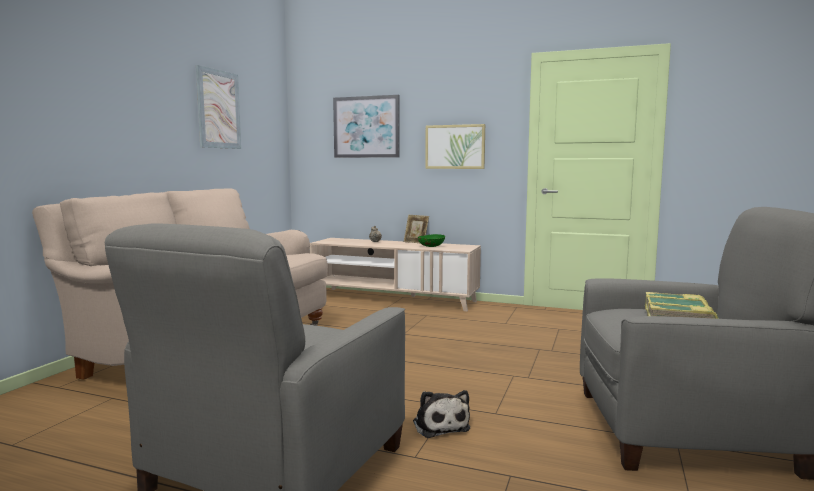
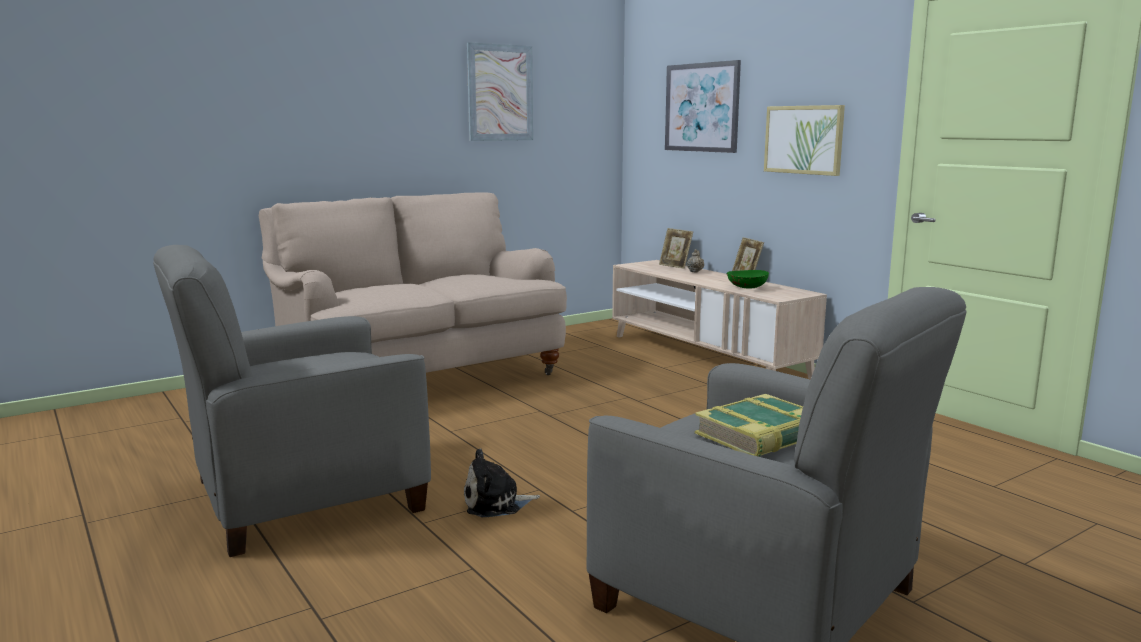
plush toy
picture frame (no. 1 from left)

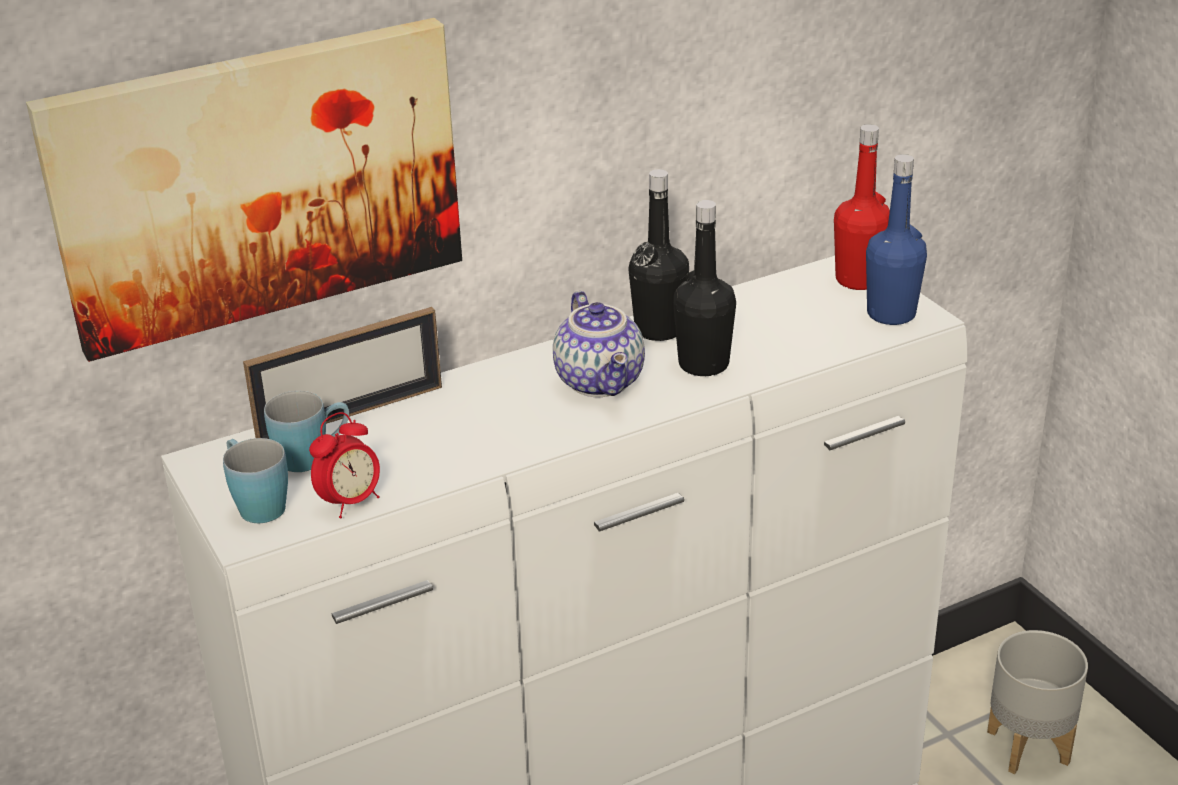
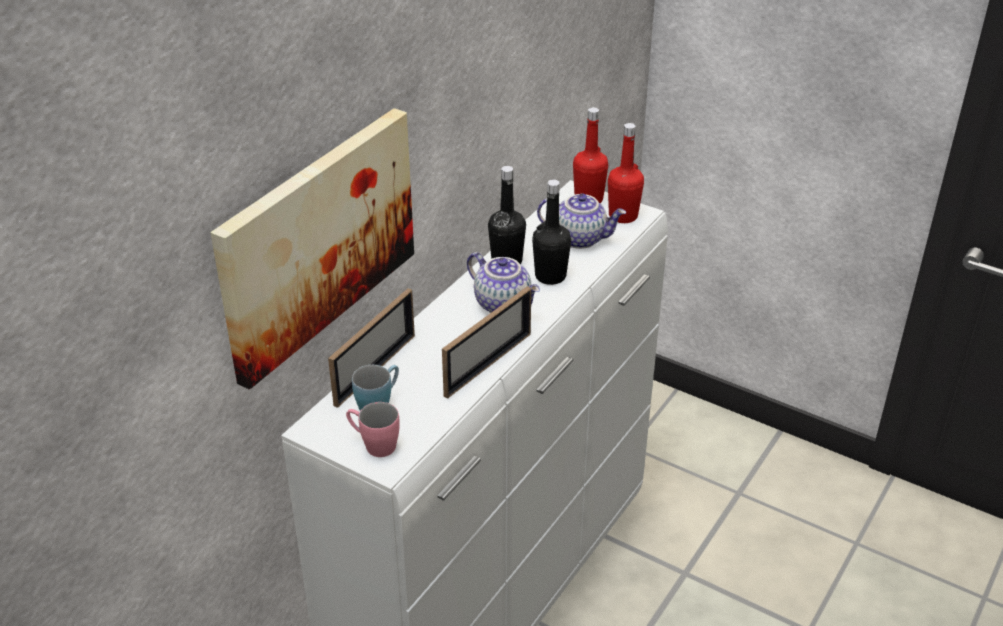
pink mug
picture frame (no. 2 from left)
teapot (no. 2 from left)
red bottle (no. 2 from left)
alarm clock
grey planter

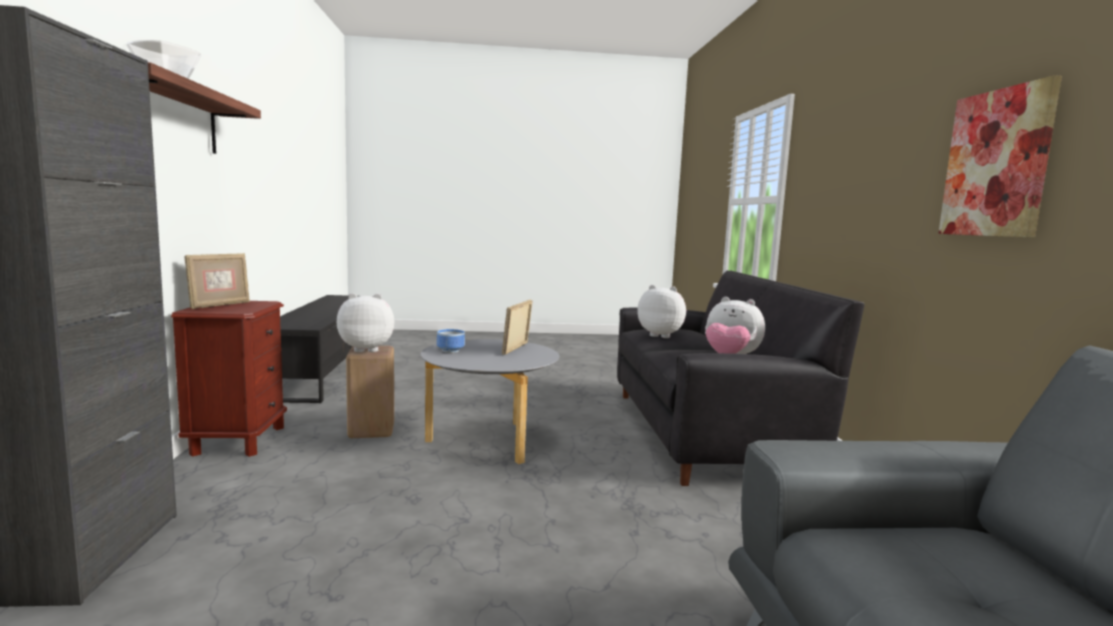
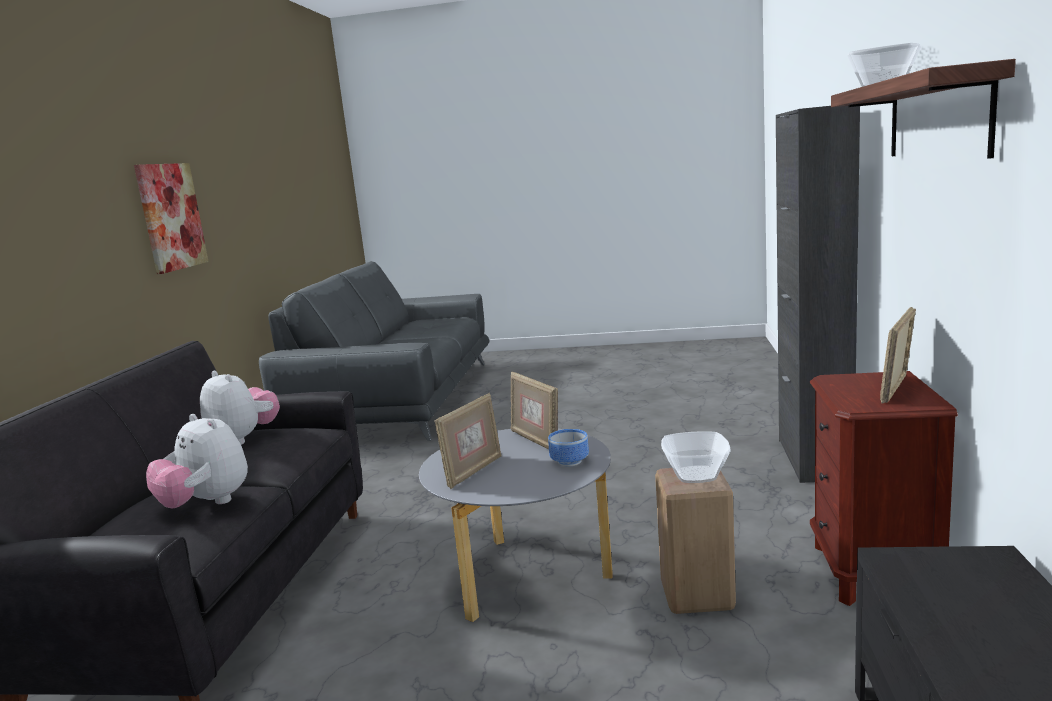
picture frame (no. 2 from left)
bowl (no. 2 from left)

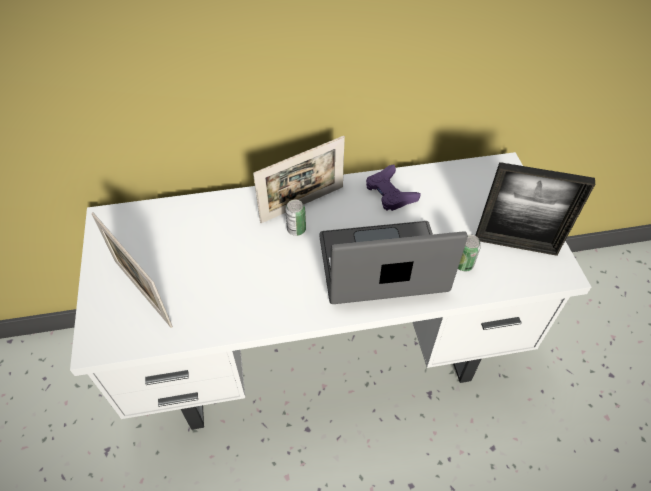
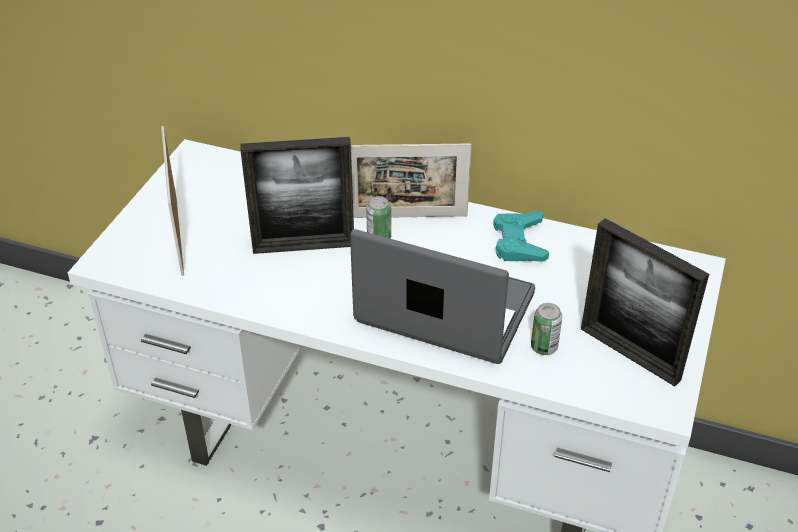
picture frame (no. 2 from left)
turquoise game controller

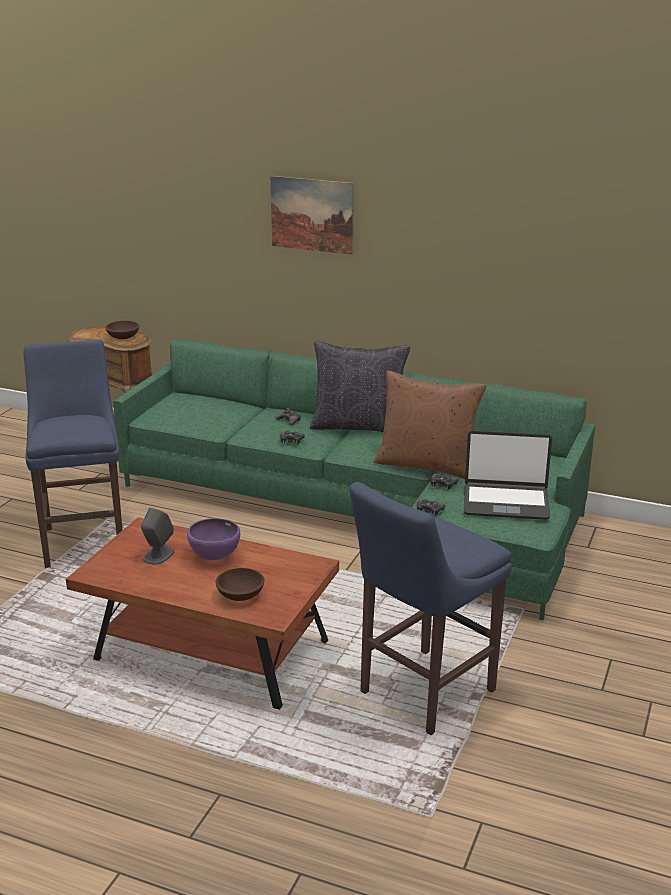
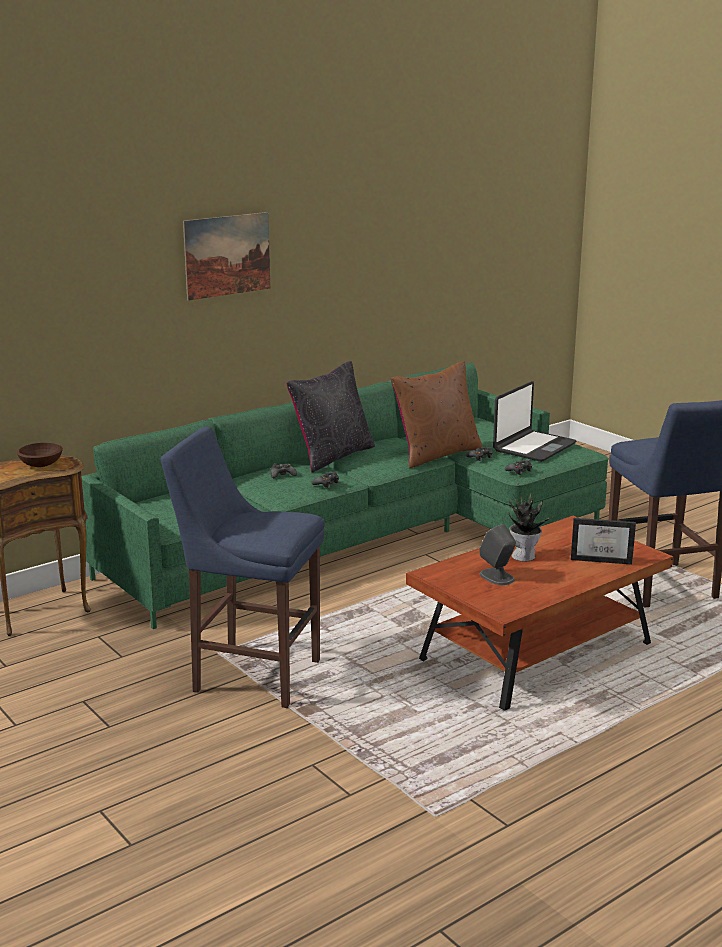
potted plant
picture frame

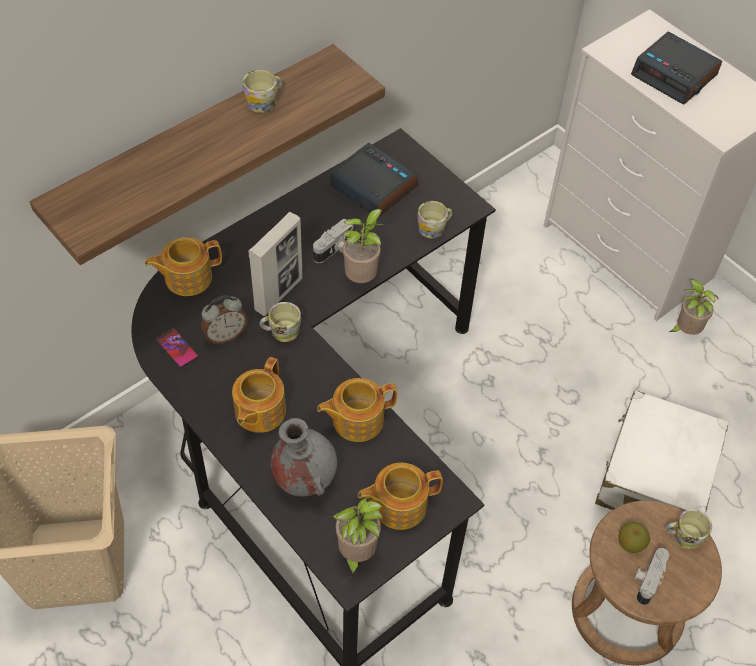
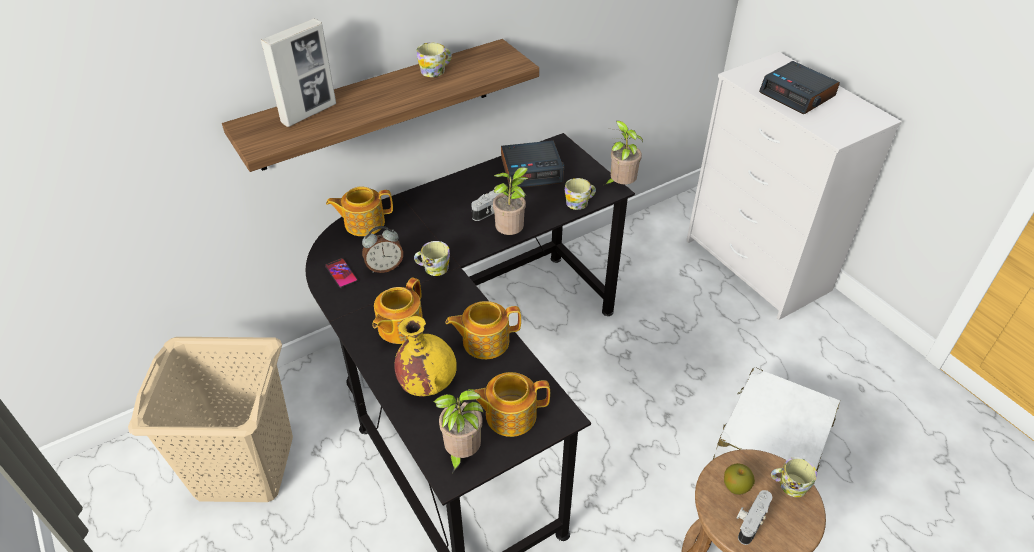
picture frame
yellow vase
alarm clock (no. 2 from left)
potted plant (no. 3 from left)

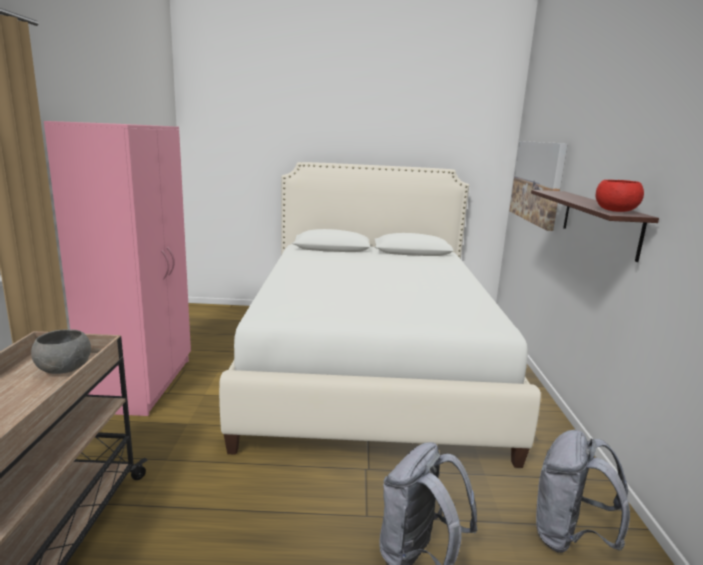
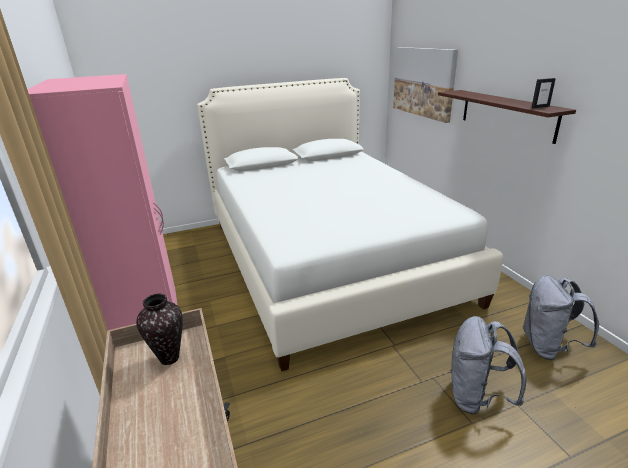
vase
picture frame

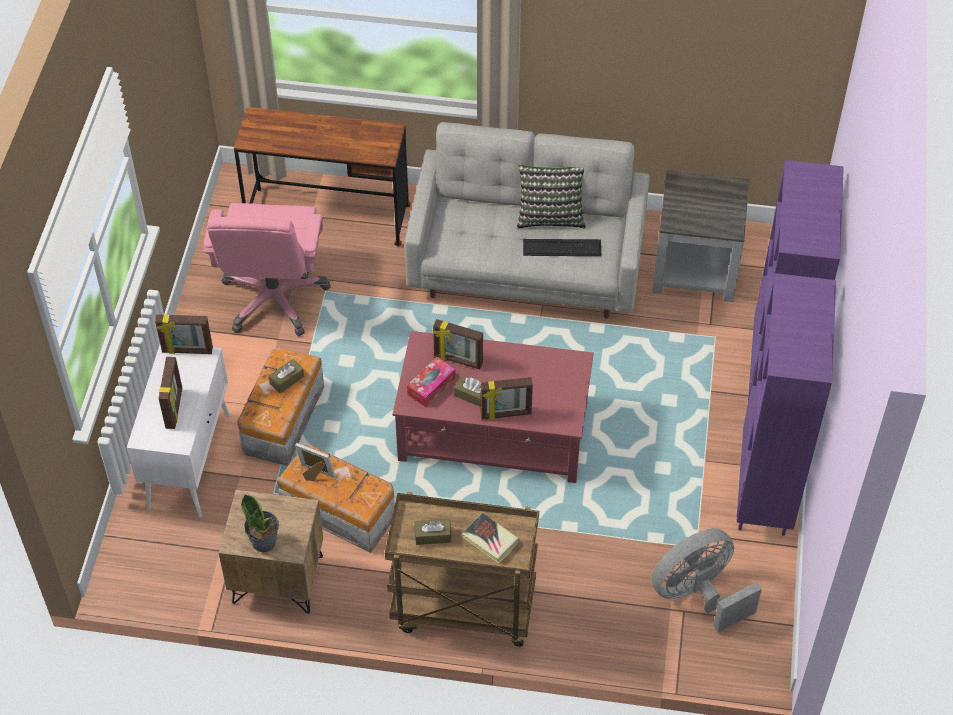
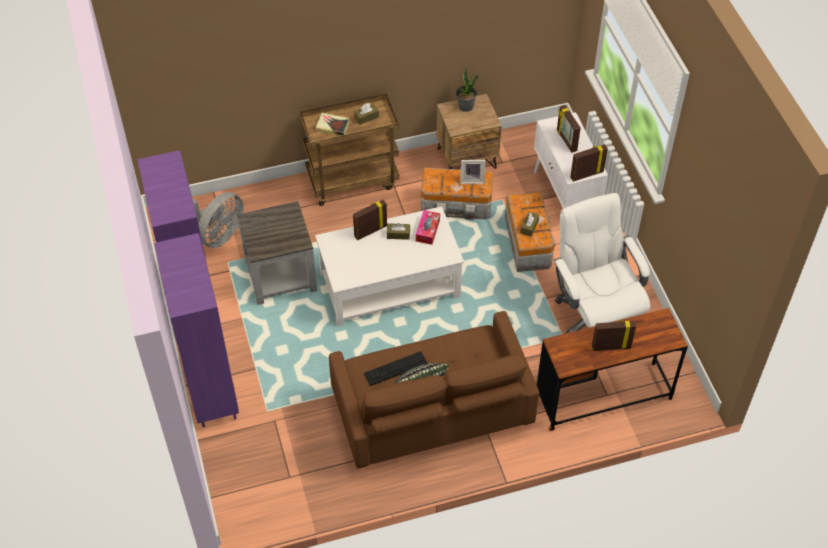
grey side table
white coffee table
brown sofa
white office chair
picture frame (no. 5 from left)

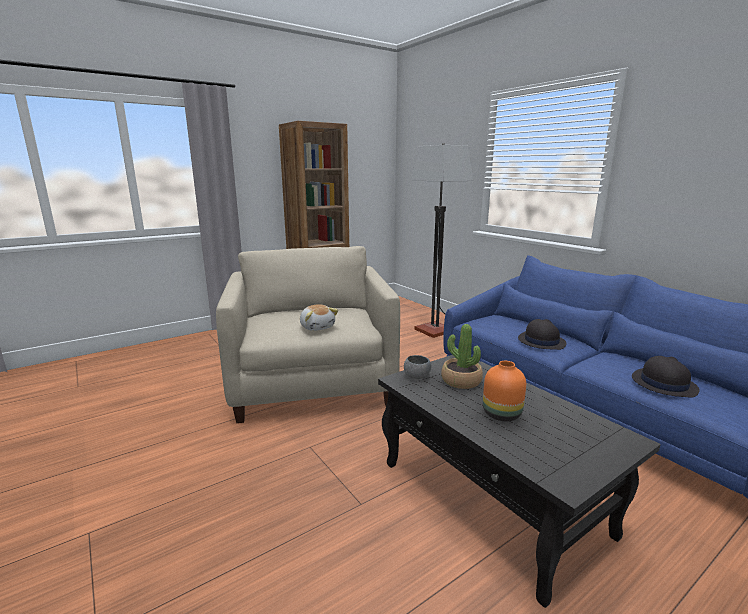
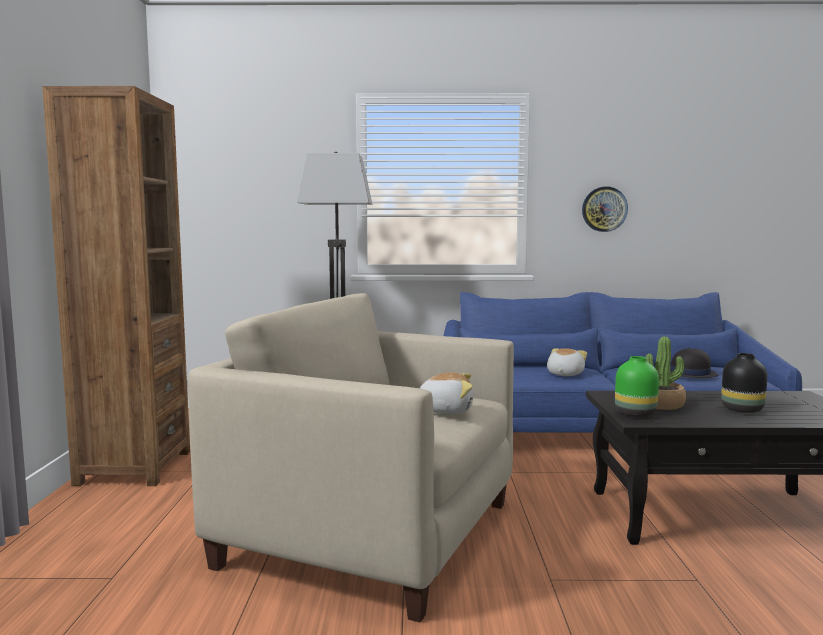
plush toy (no. 2 from left)
wall clock
green vase
black vase

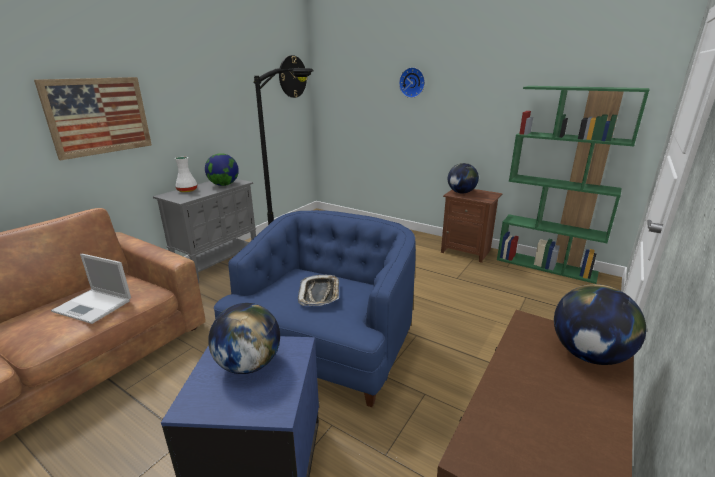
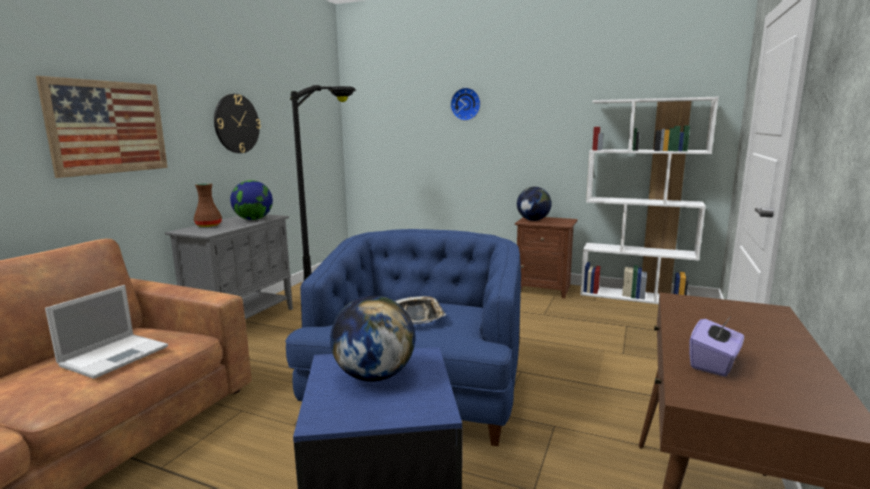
laptop
brown vase
wall clock (no. 1 from left)
white bookcase
purple tissue box
globe (no. 4 from left in the first image)

